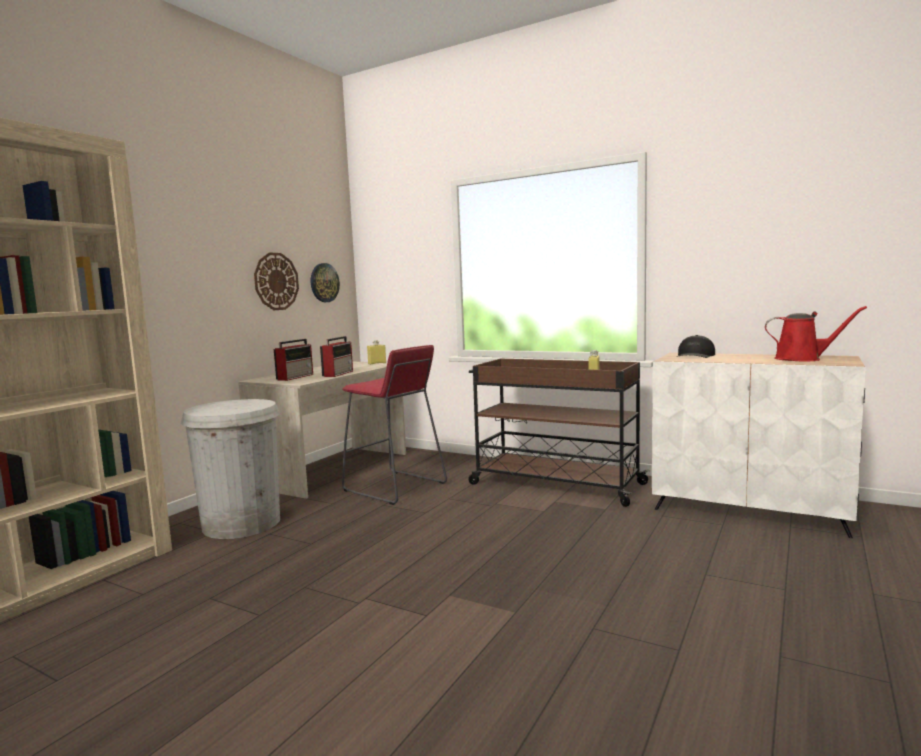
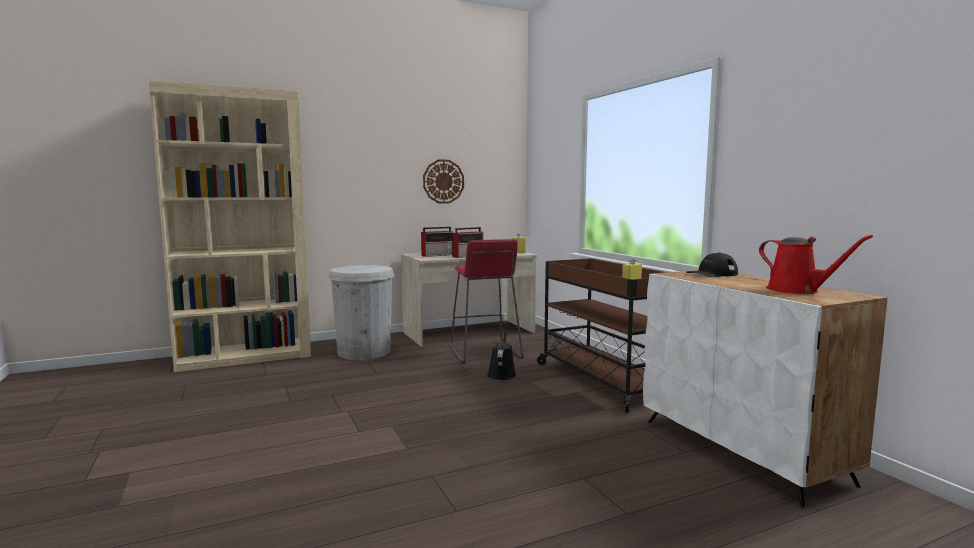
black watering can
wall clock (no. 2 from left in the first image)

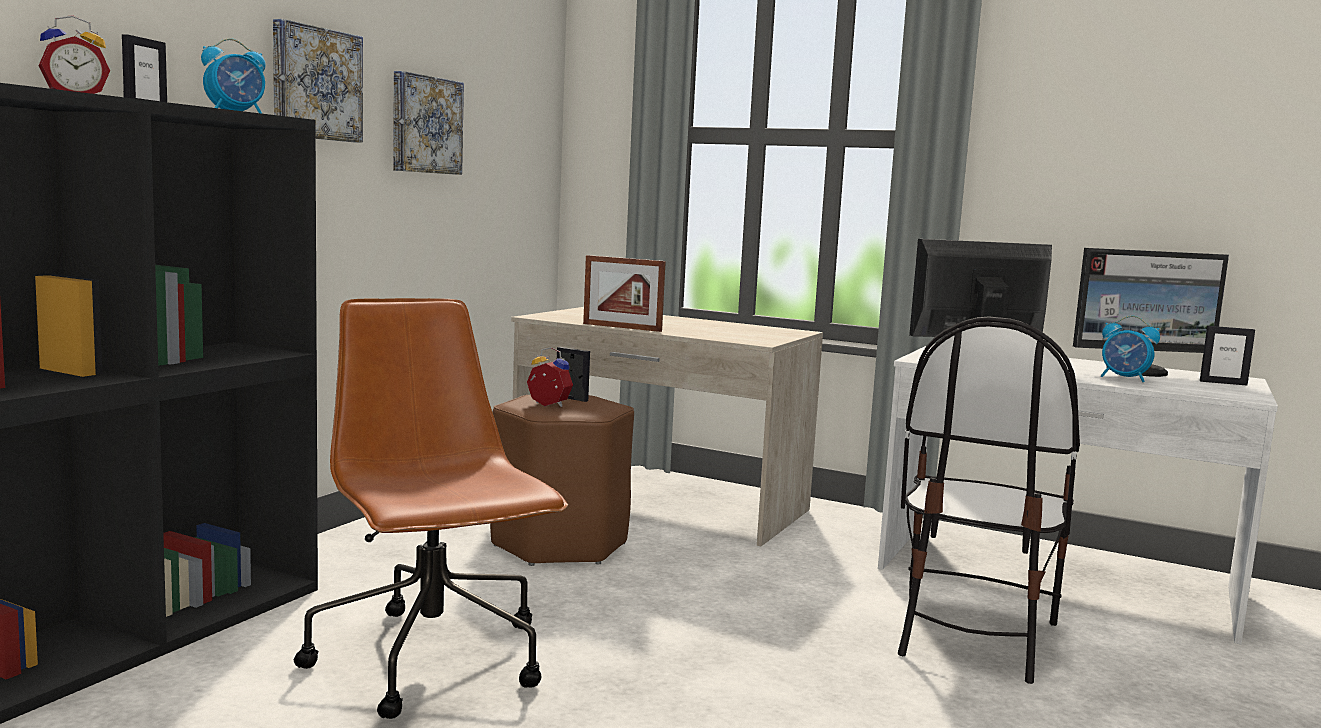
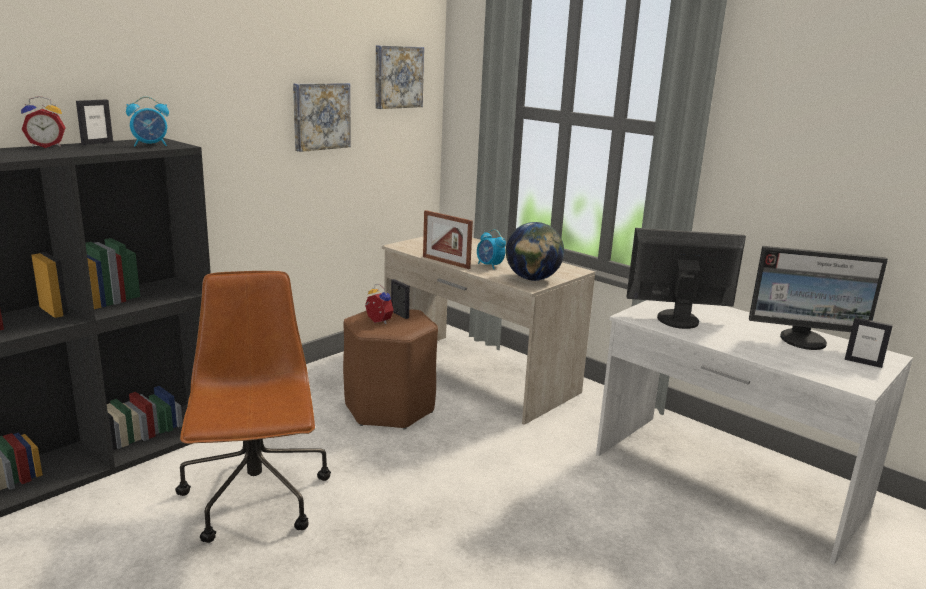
picture (no. 2 from left)
alarm clock (no. 4 from left)
globe
chair

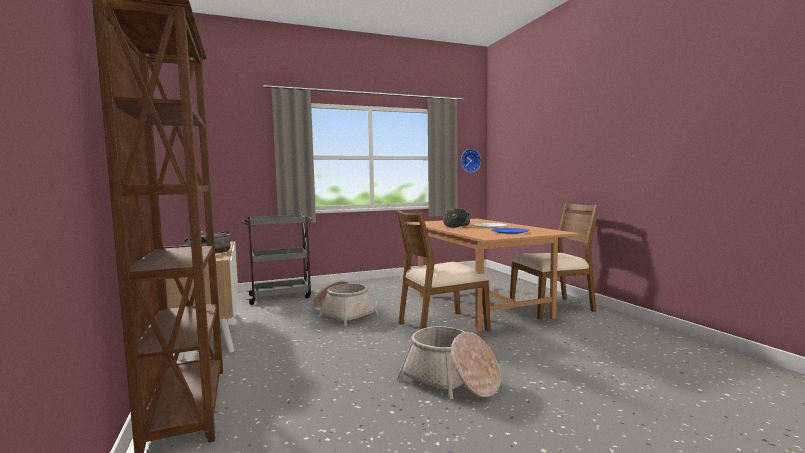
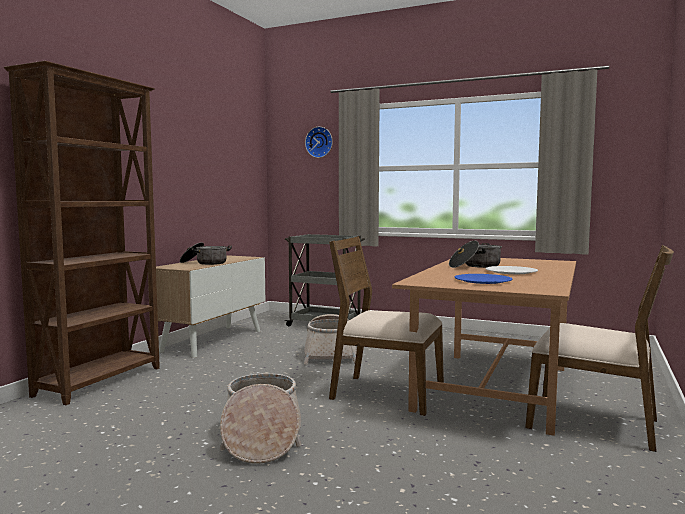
wall clock

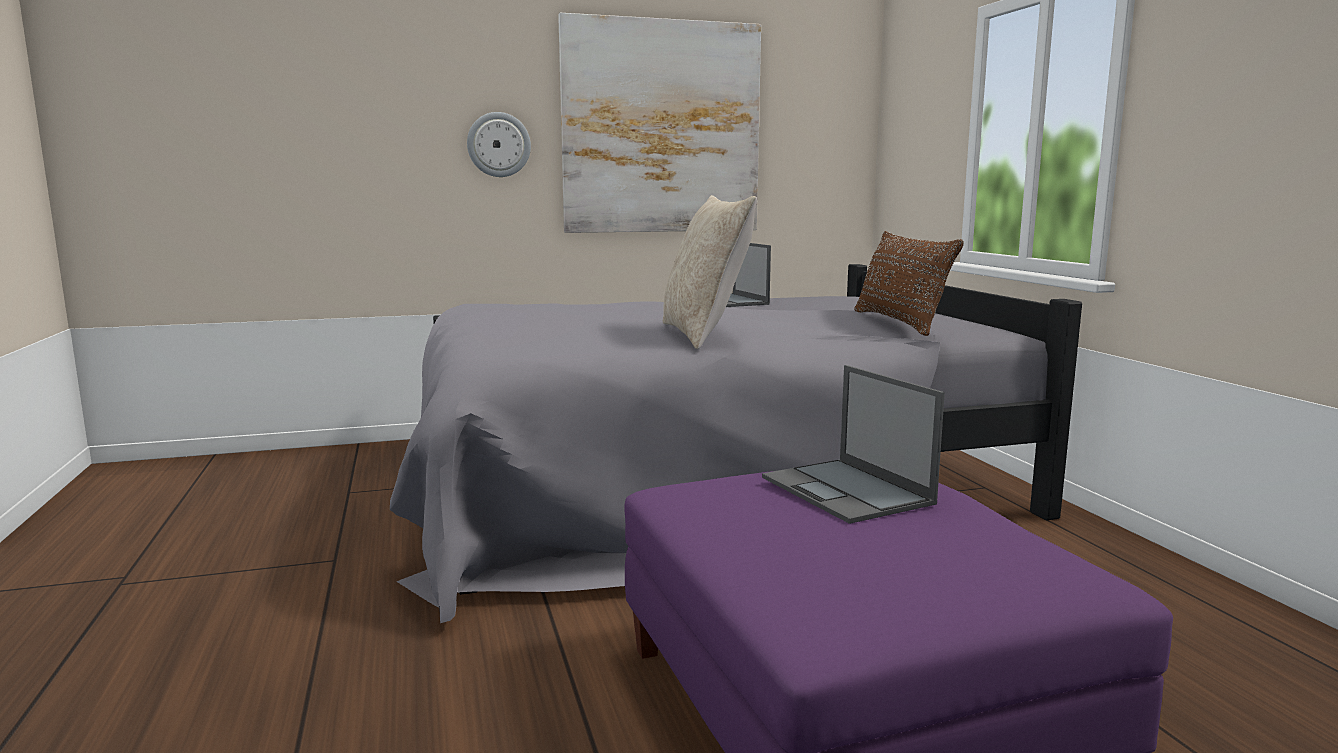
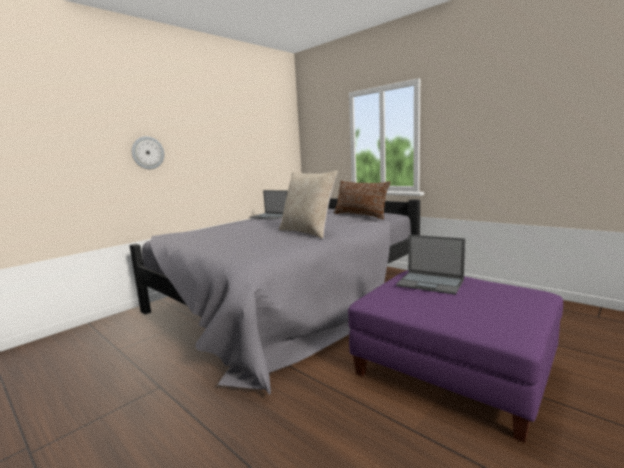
picture

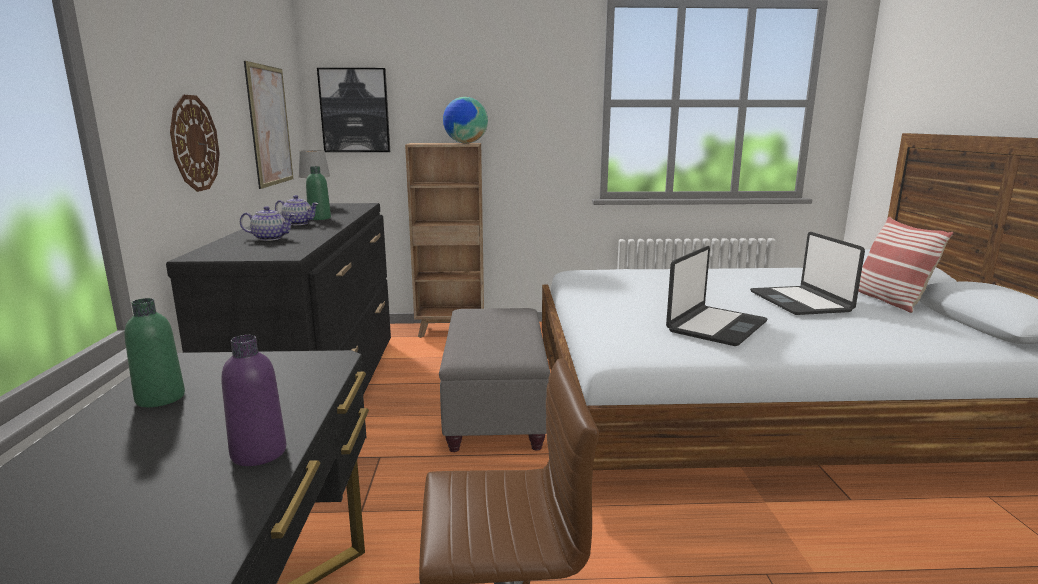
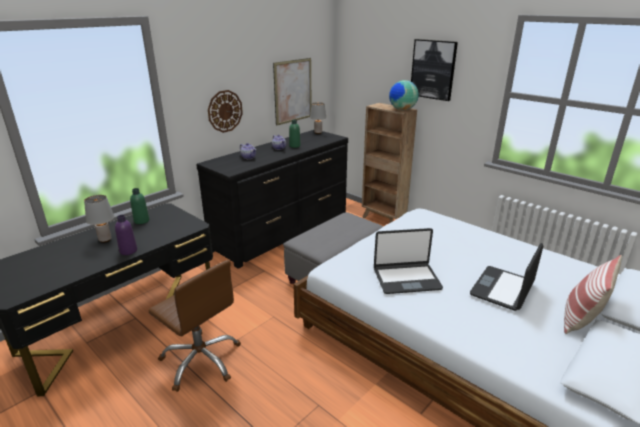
grey table lamp (no. 1 from left)
picture (no. 2 from left)

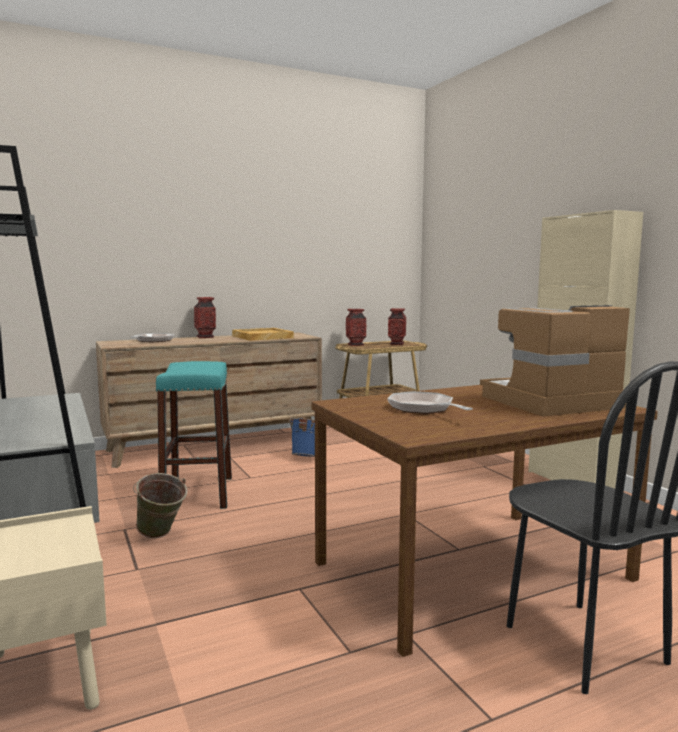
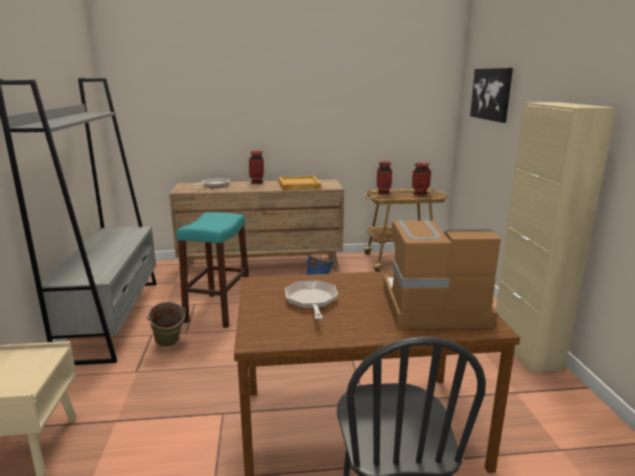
picture

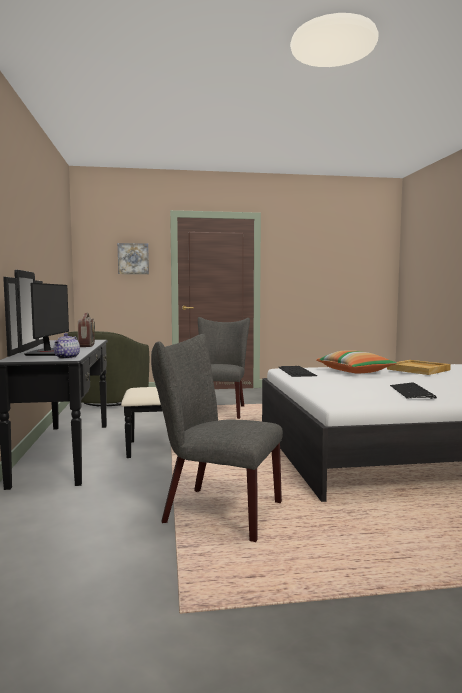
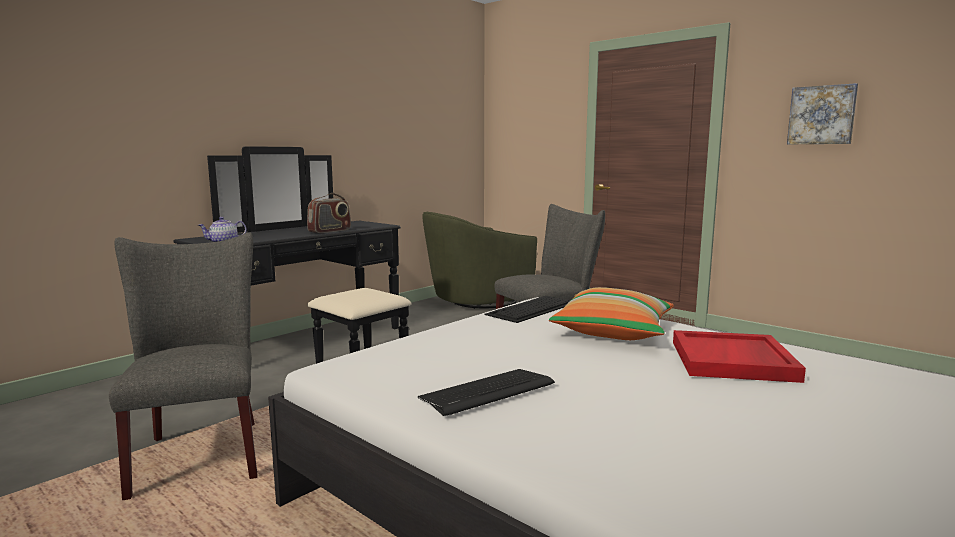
red tray
picture
monitor

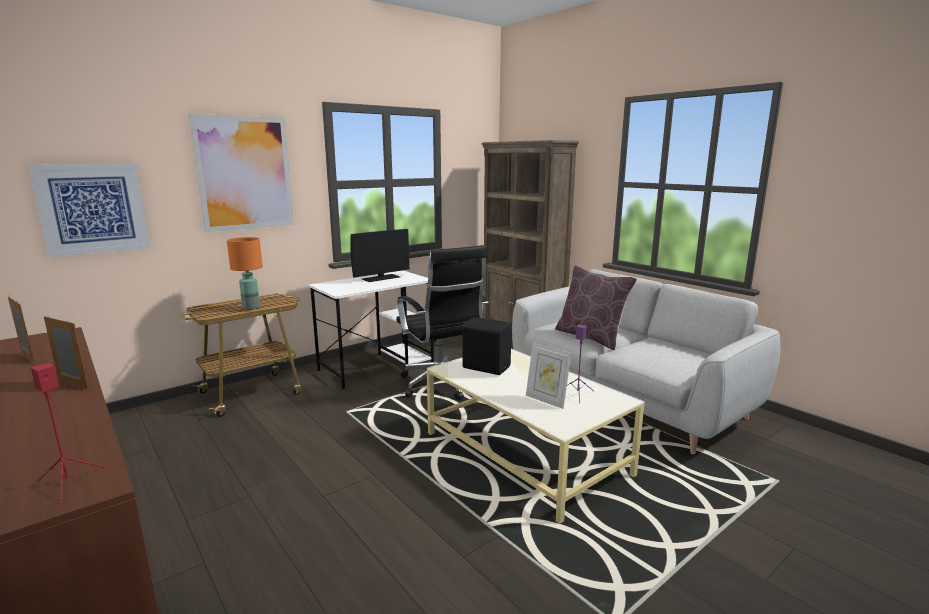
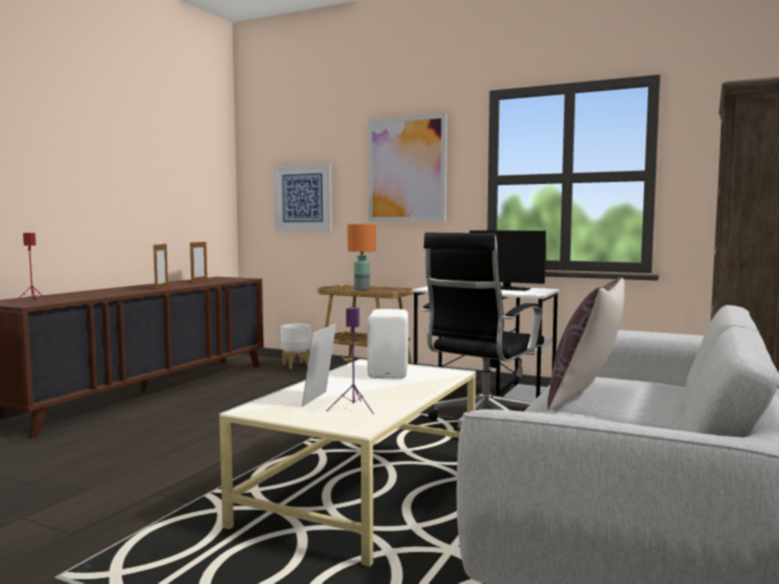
white planter
white speaker

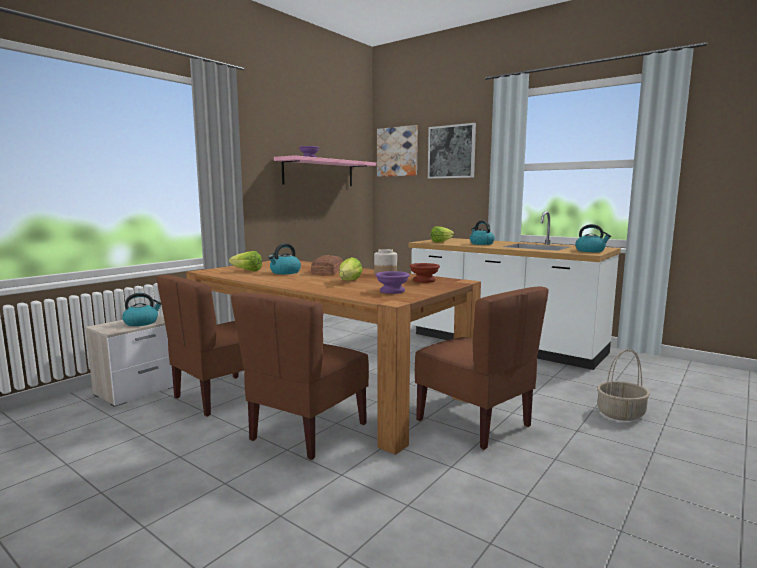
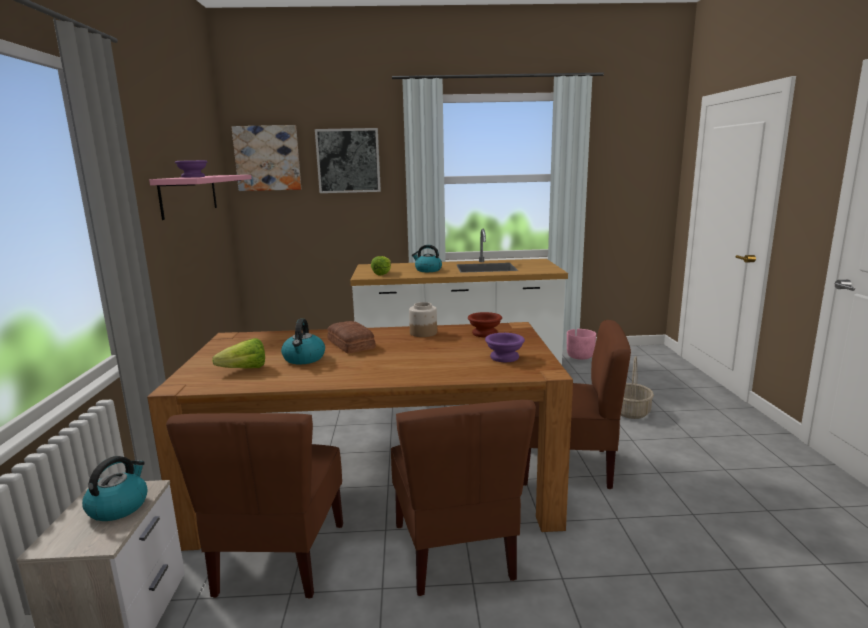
pink planter
lettuce (no. 2 from left in the first image)
kettle (no. 4 from left in the first image)

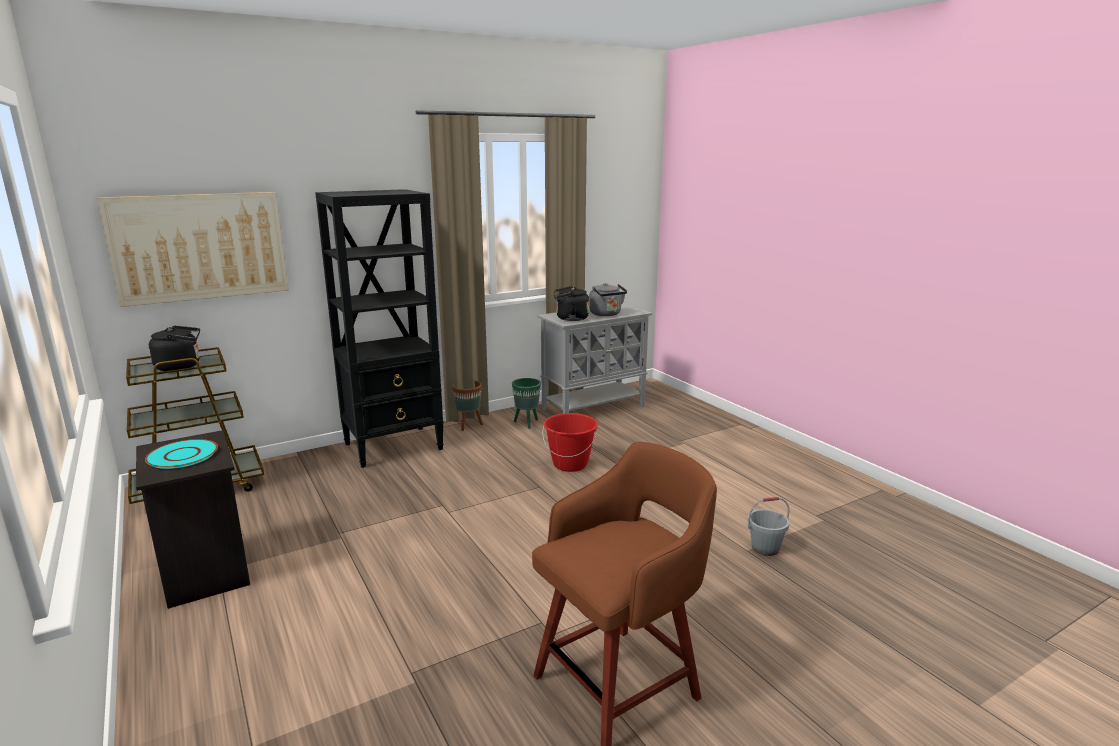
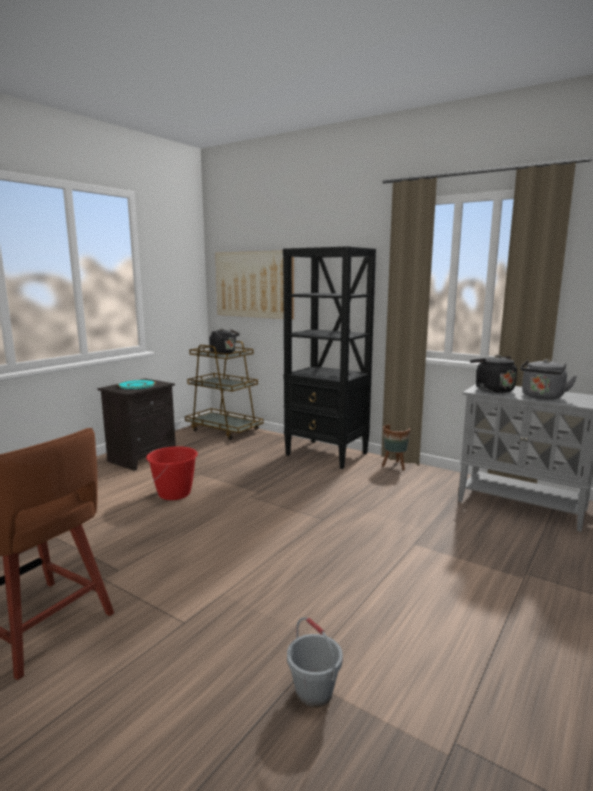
red bucket
green planter

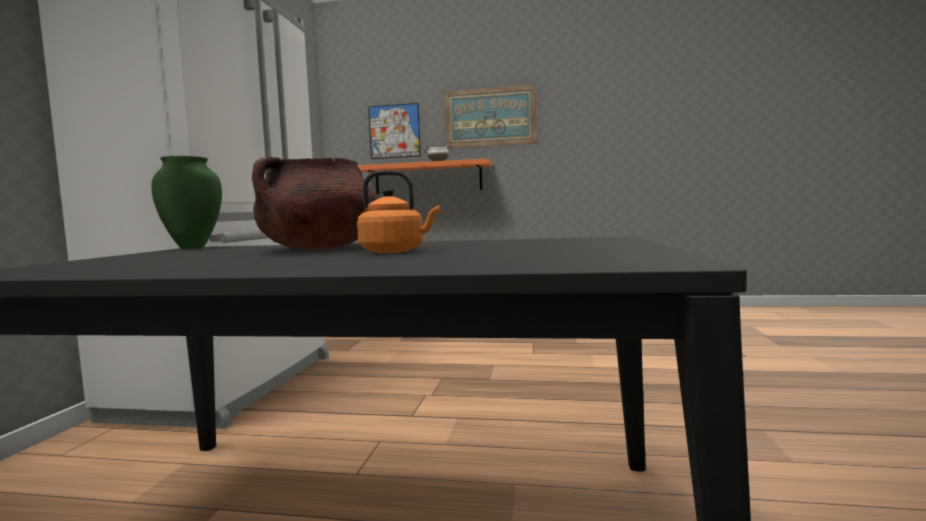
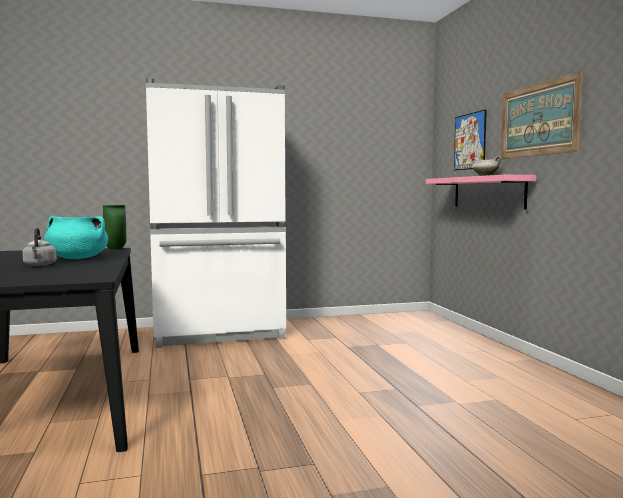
grey kettle
turquoise cooking pot
pink shelf

